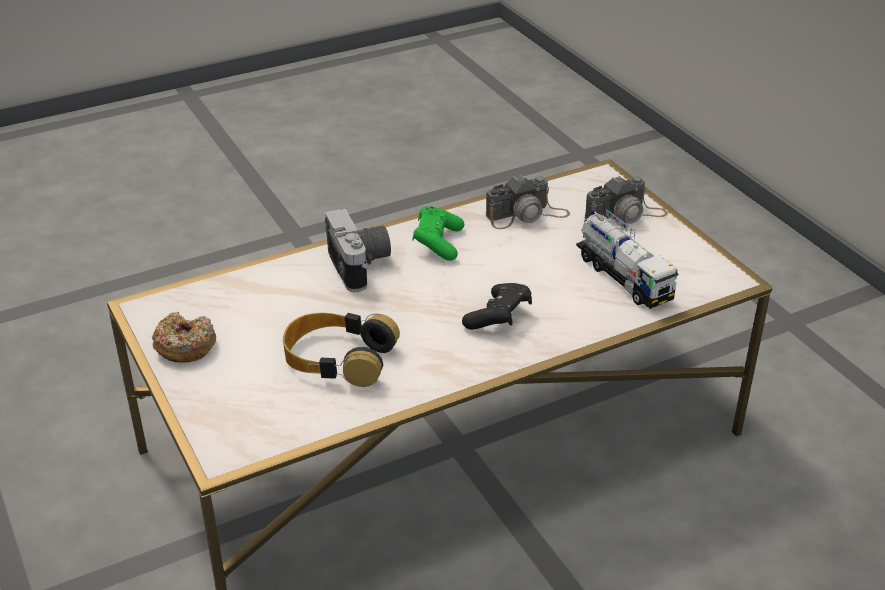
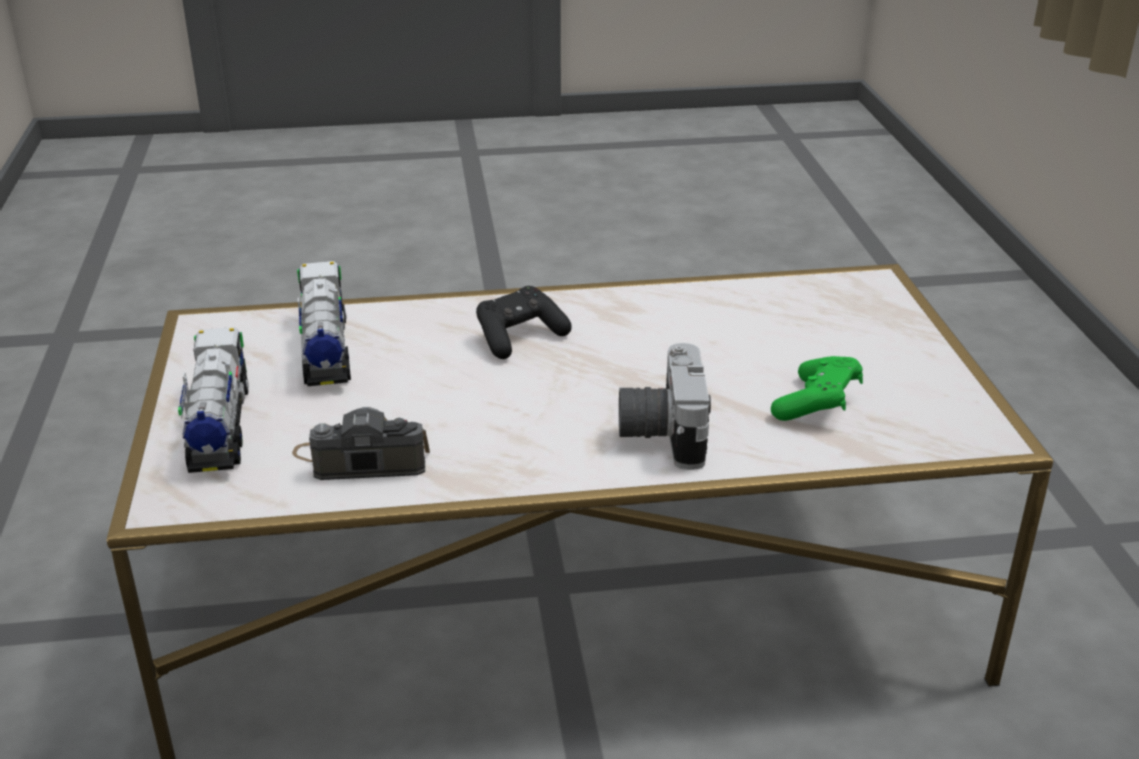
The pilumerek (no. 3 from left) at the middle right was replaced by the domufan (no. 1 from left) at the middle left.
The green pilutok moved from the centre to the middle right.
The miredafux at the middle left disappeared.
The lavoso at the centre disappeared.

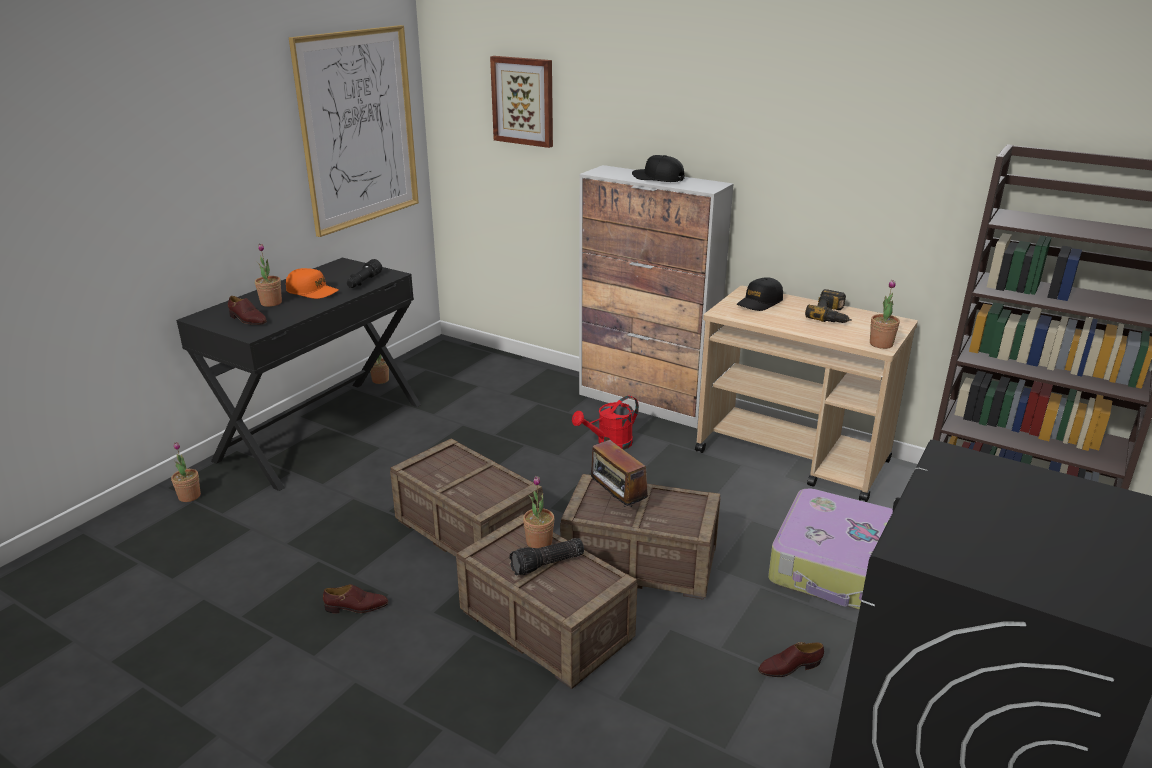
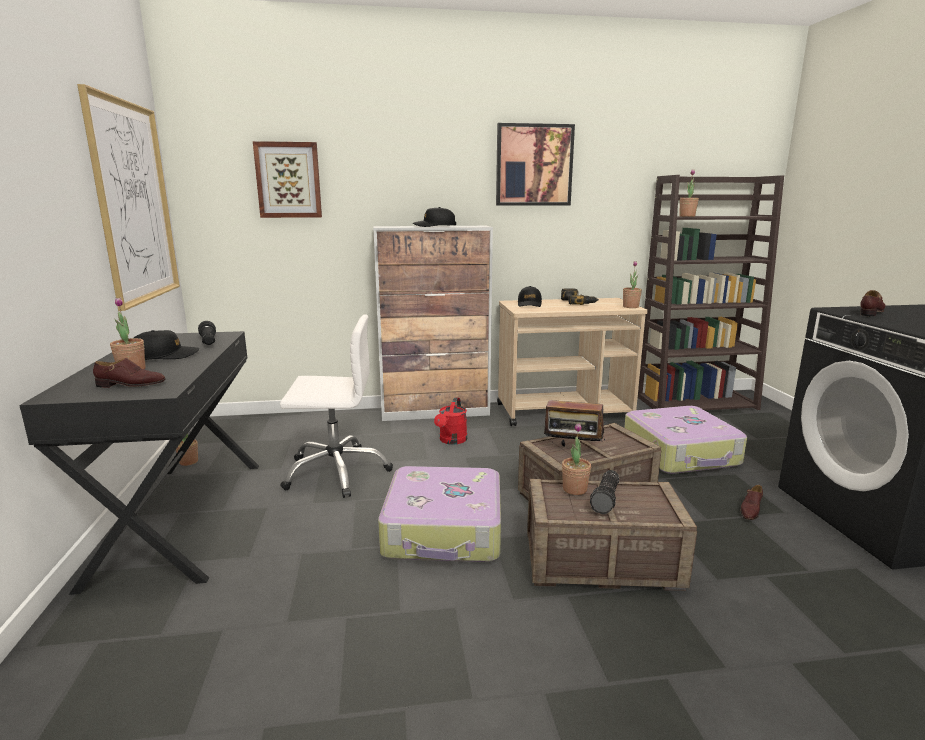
The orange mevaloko at the middle left became the black mevaloko (no. 1 from left) at the middle left.
The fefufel (no. 1 from left) at the centre was replaced by the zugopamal (no. 1 from left) at the bottom centre.
The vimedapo (no. 1 from left in the first image) moved from the middle left to the top right.
The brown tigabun (no. 2 from left in the first image) moved from the bottom left to the middle right.
The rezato (no. 3 from left) at the top centre appeared.
The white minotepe at the centre appeared.

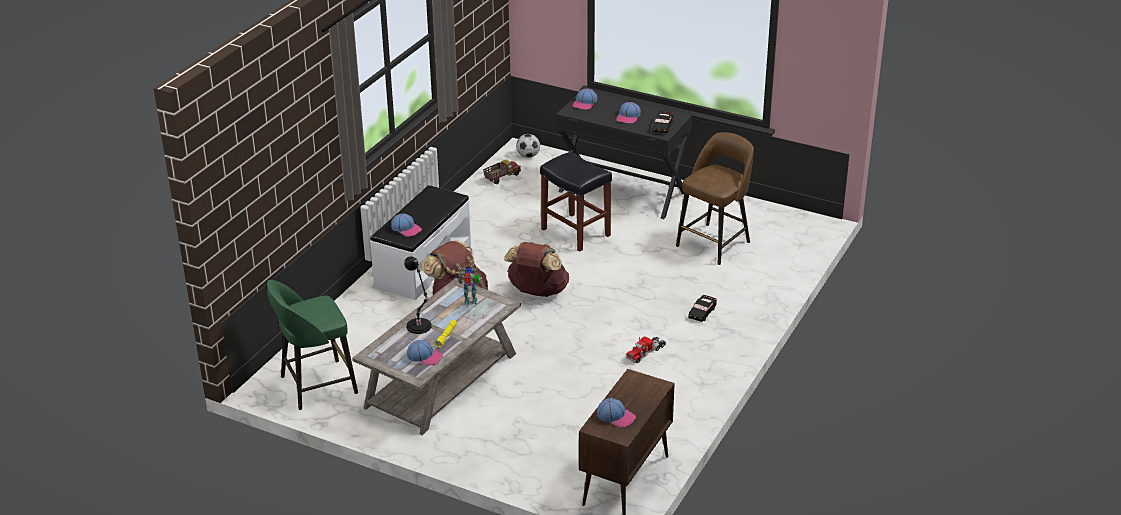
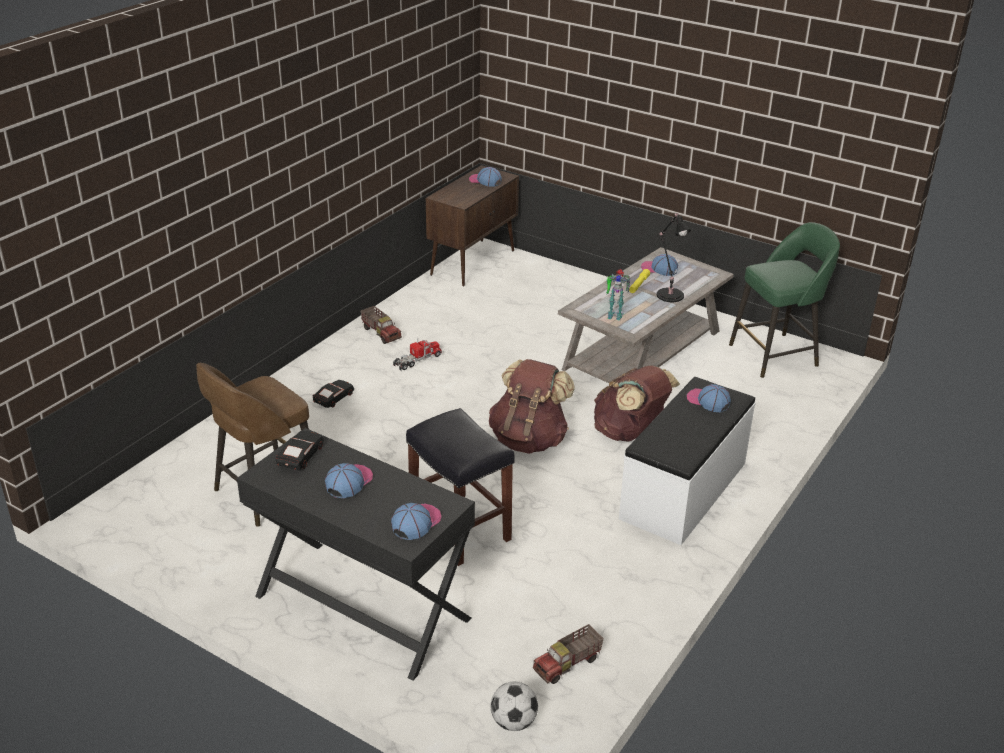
The domufan (no. 1 from left) at the centre appeared.

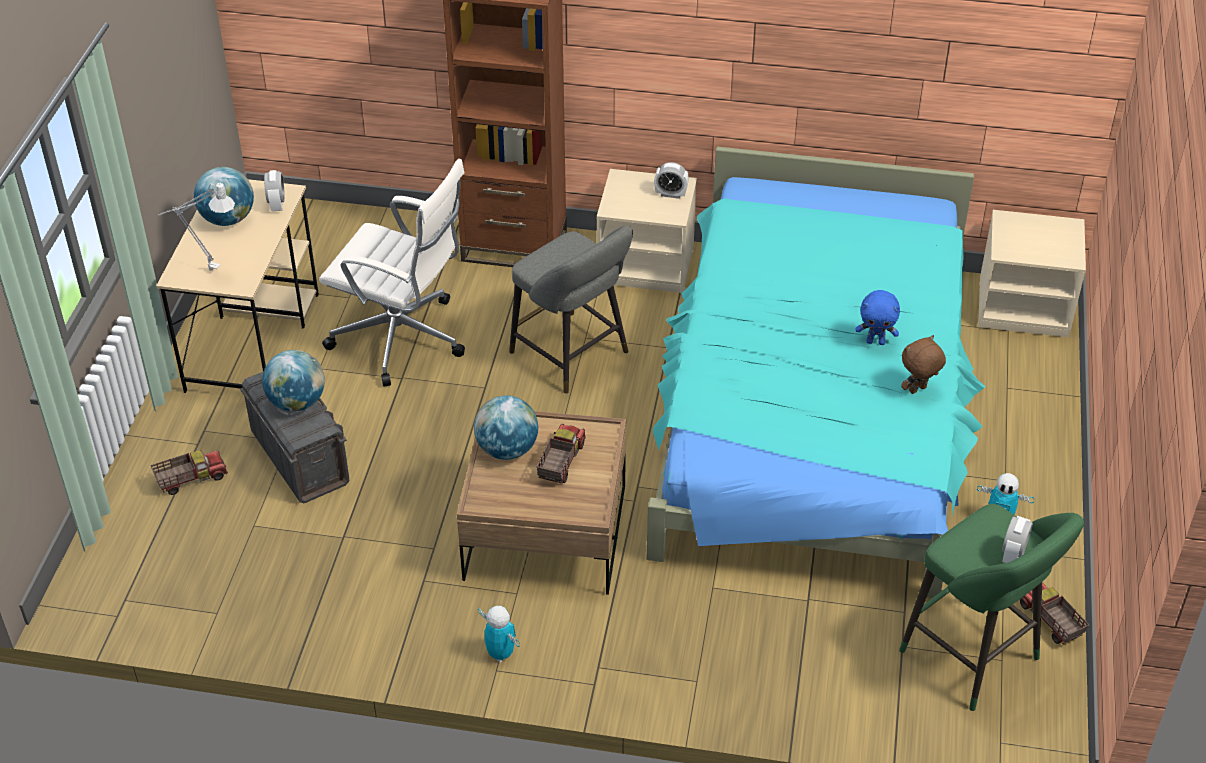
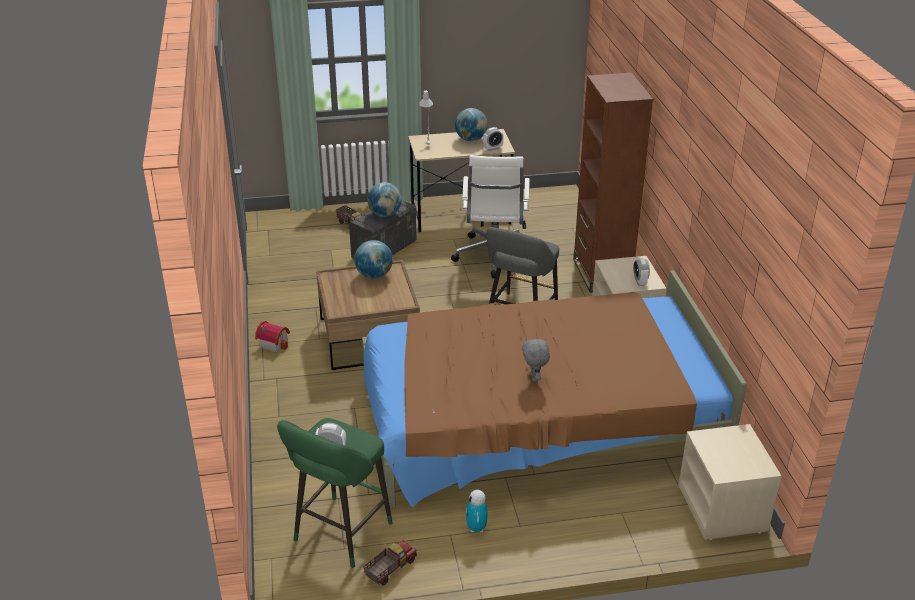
The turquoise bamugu at the middle right became the brown bamugu at the centre.
The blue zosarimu at the middle right became the grey zosarimu at the centre.
The brown zosarimu at the middle right disappeared.
The domufan (no. 2 from left) at the centre disappeared.
The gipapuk (no. 1 from left) at the bottom centre was replaced by the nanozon at the middle left.

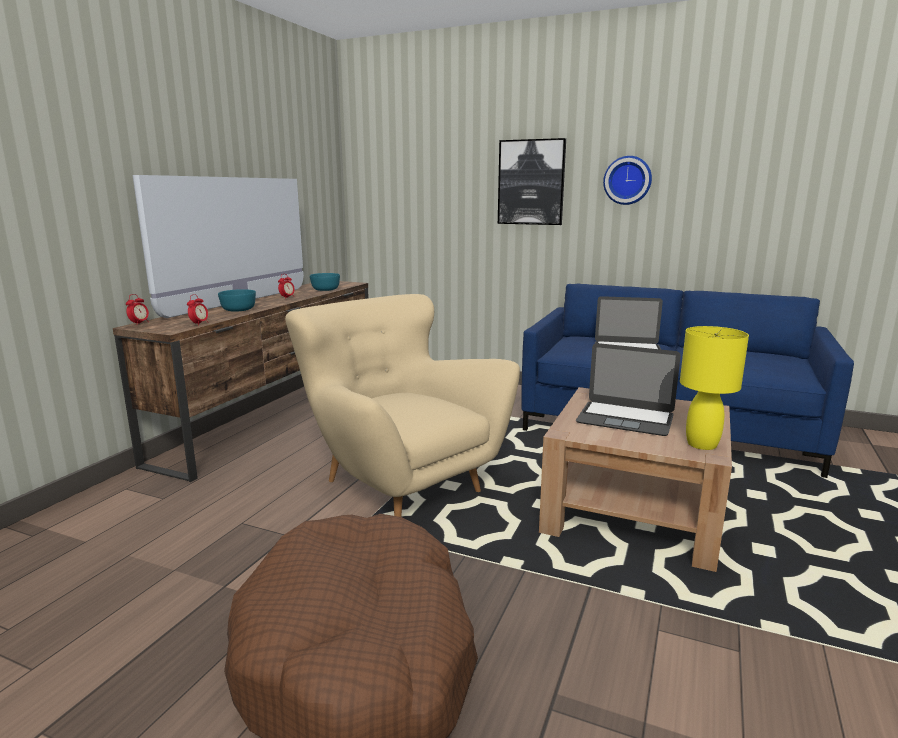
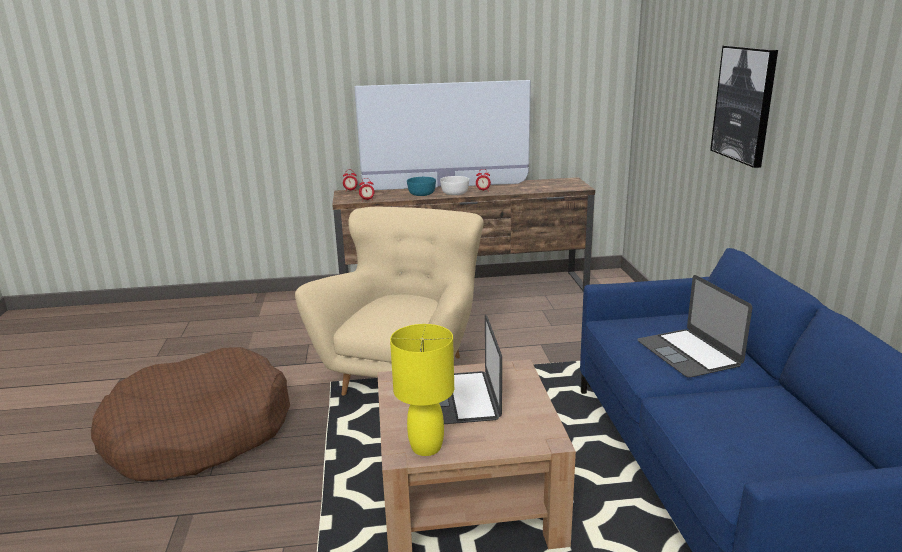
The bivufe at the top right disappeared.
The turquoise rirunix (no. 2 from left) at the centre disappeared.
The white rirunix at the centre appeared.

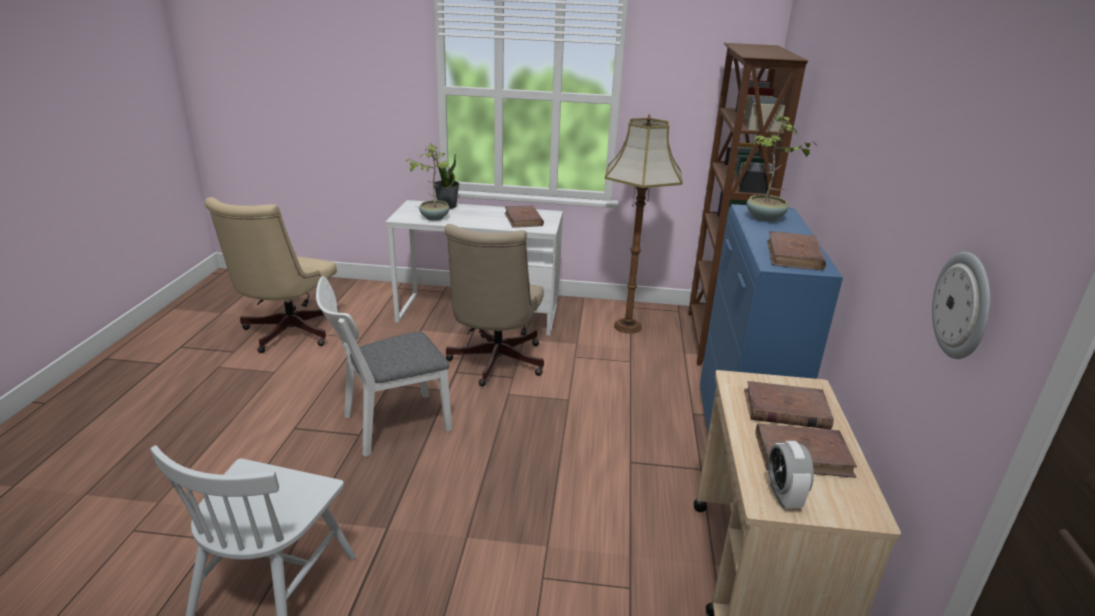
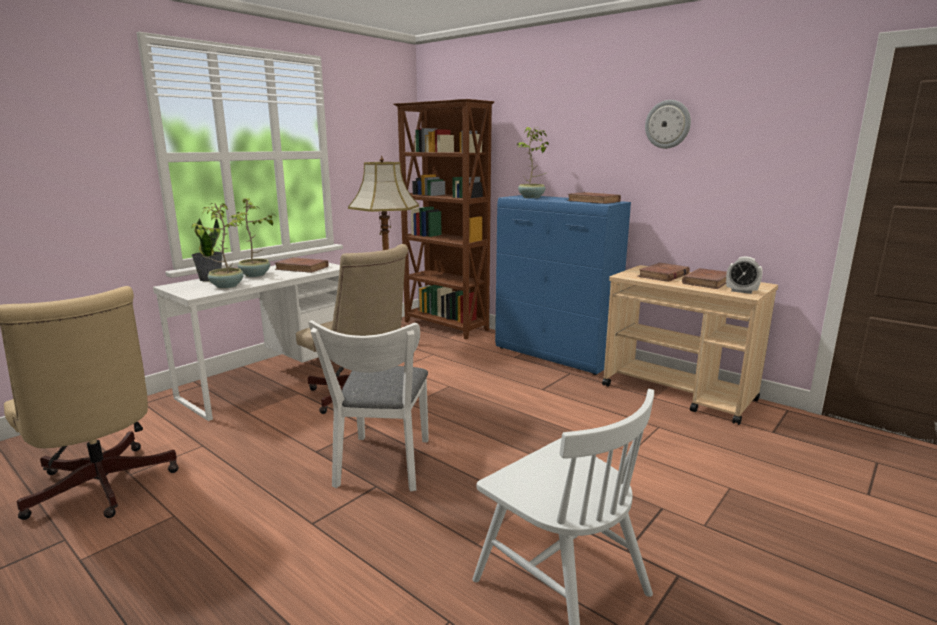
The bivufe moved from the middle right to the top right.
The vimedapo (no. 3 from left) at the middle left appeared.

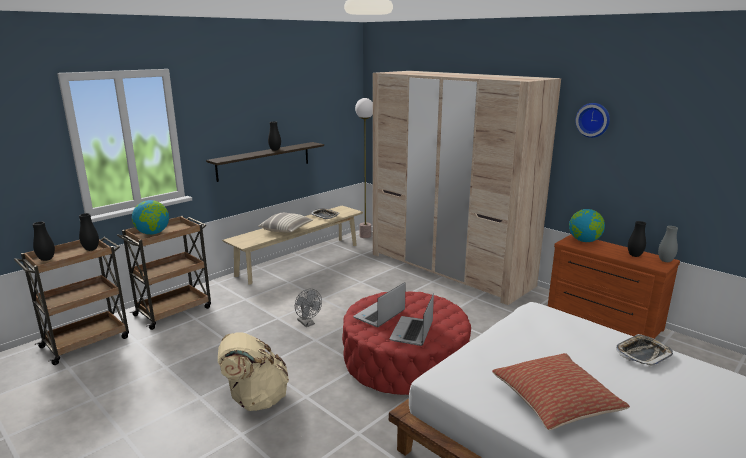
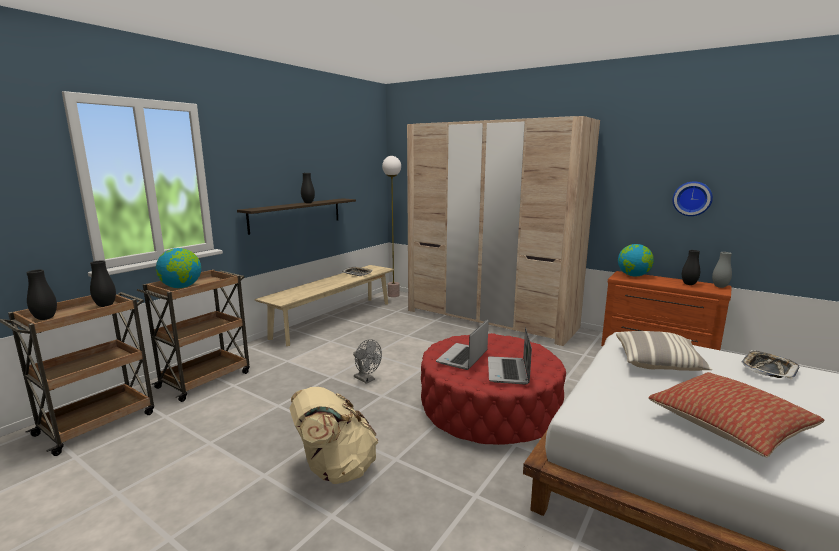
The bivufe moved from the top right to the middle right.
The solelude (no. 1 from left) moved from the centre to the middle right.

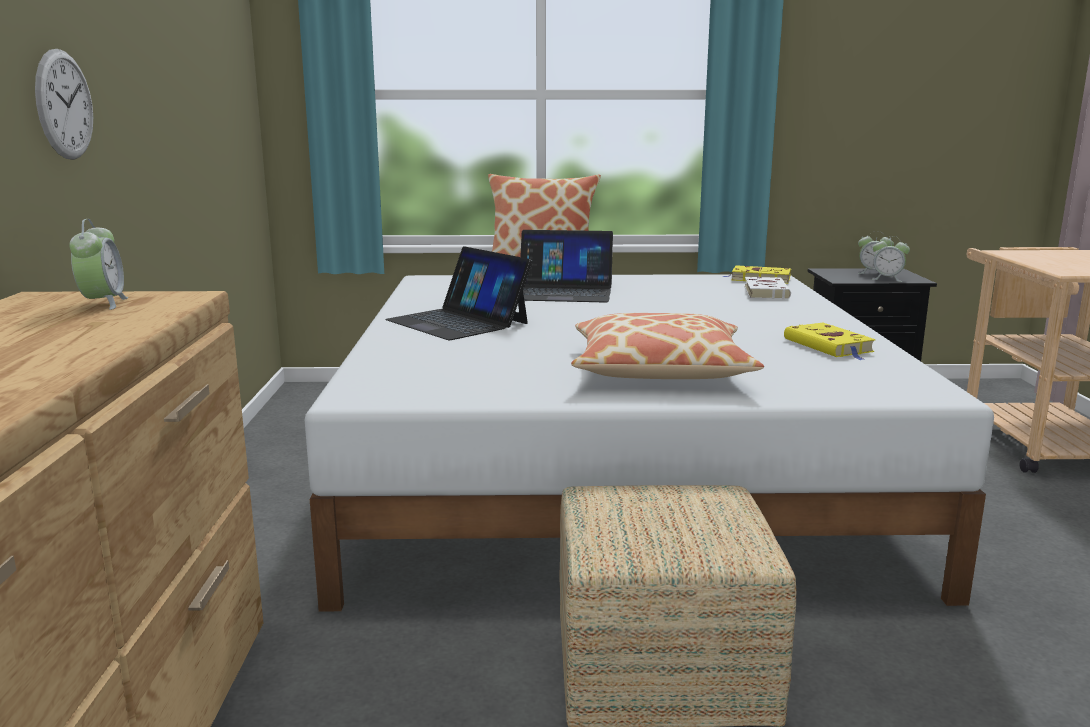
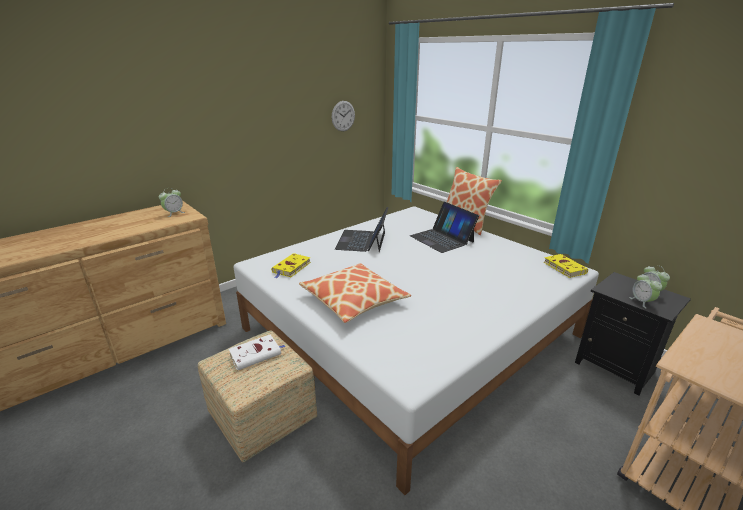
The bivufe moved from the top left to the top centre.
The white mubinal moved from the middle right to the bottom centre.
The yellow mubinal (no. 2 from left in the first image) moved from the middle right to the centre.

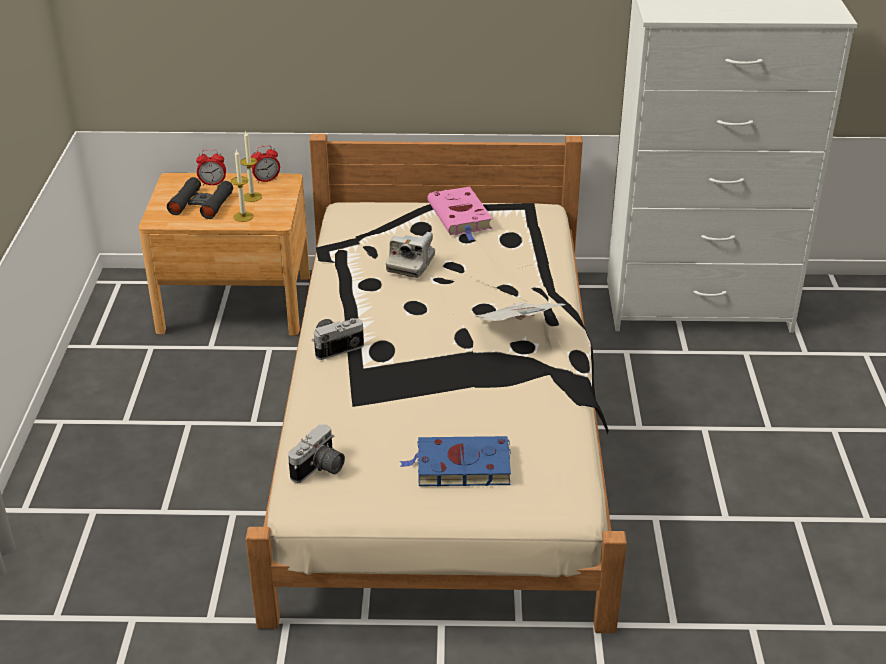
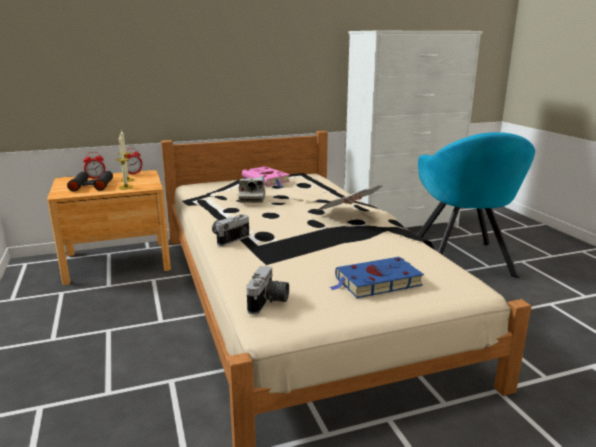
The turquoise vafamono at the middle right appeared.

